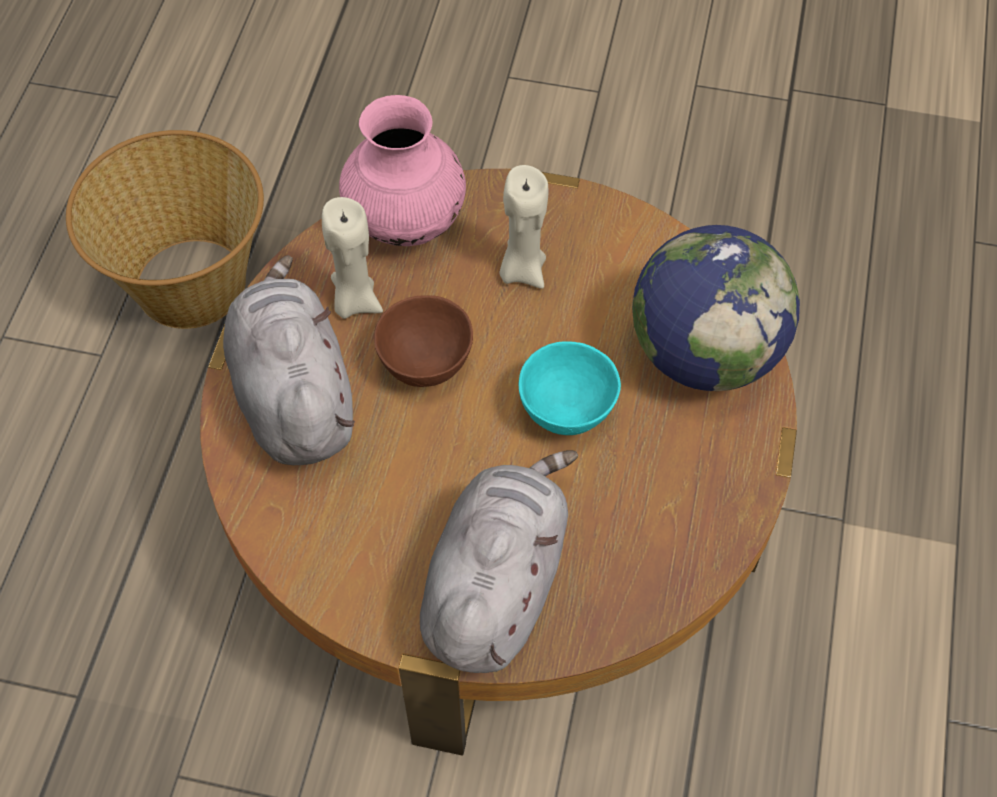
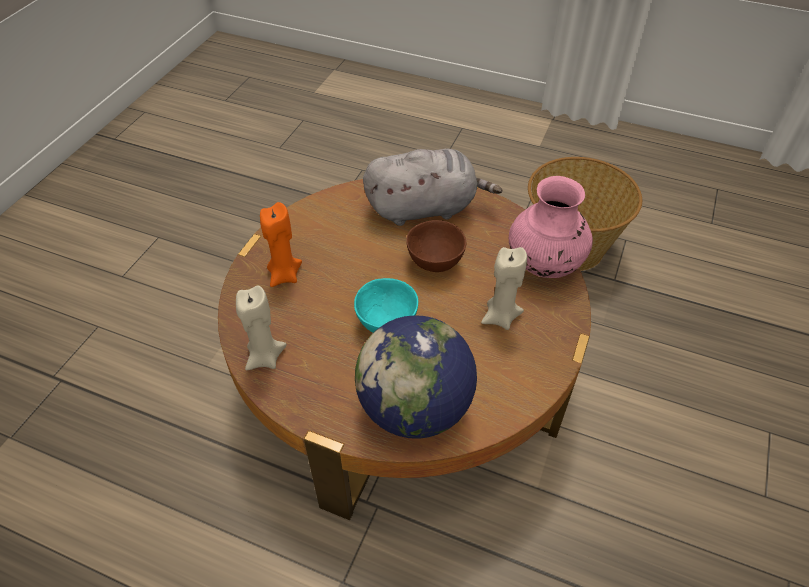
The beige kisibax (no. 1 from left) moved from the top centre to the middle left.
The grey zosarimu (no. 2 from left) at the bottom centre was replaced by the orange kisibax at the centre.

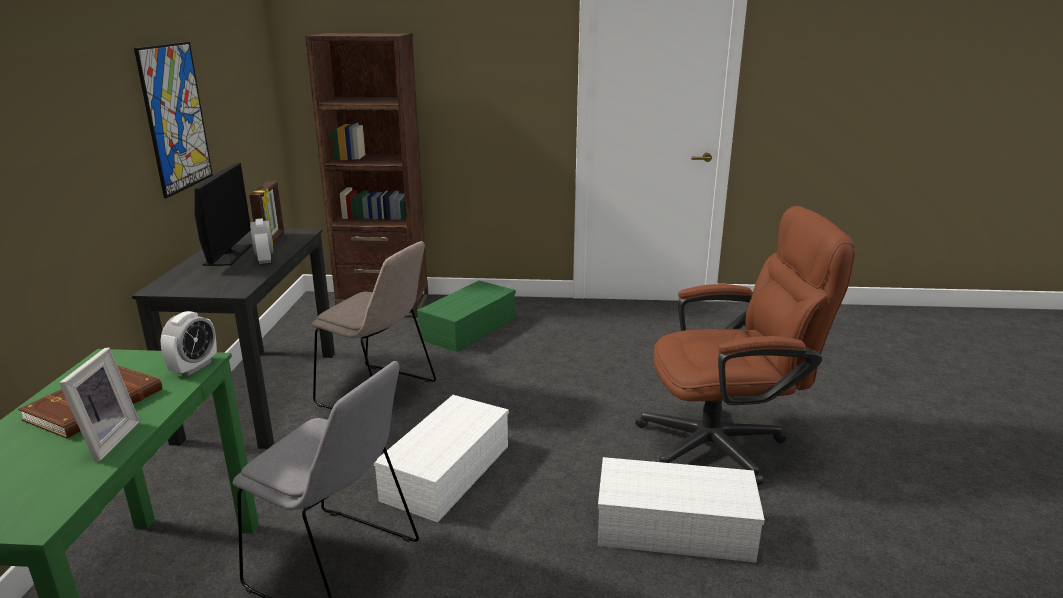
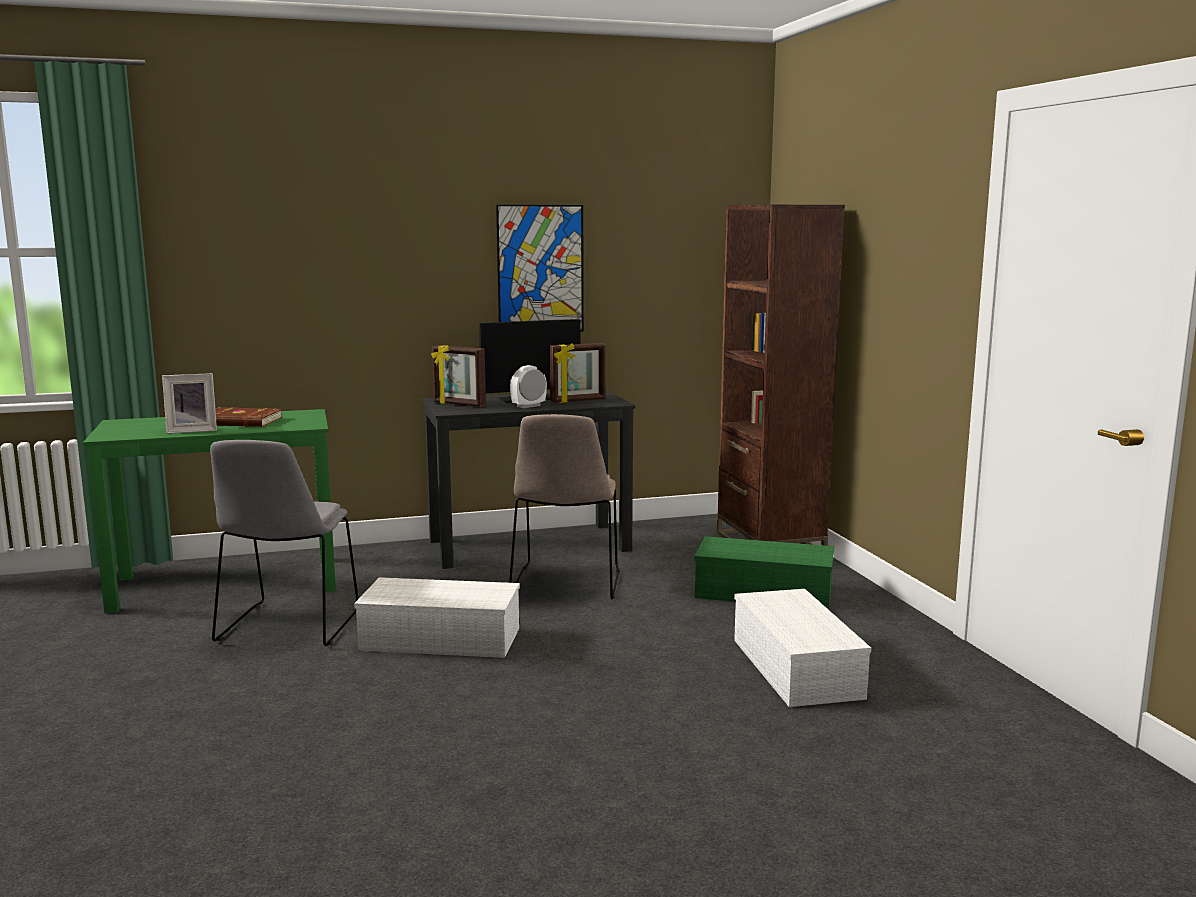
The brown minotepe at the middle right disappeared.
The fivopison (no. 1 from left) at the middle left disappeared.
The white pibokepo (no. 2 from left) moved from the bottom centre to the bottom right.
The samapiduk (no. 2 from left) at the centre appeared.

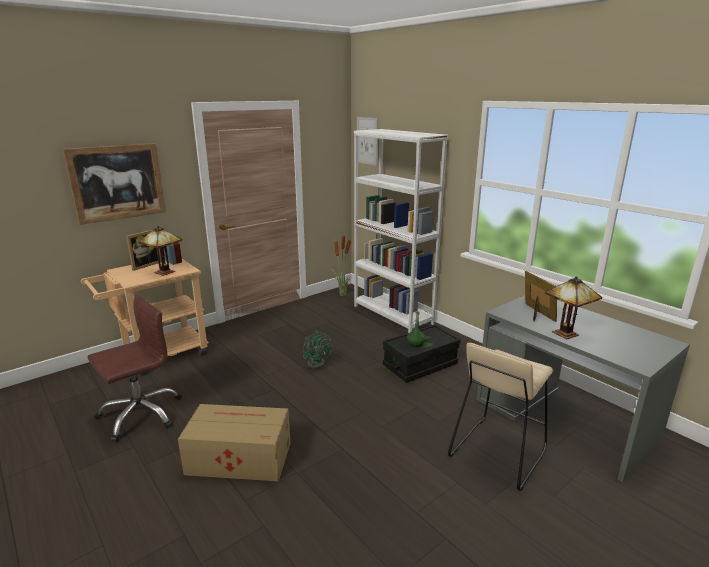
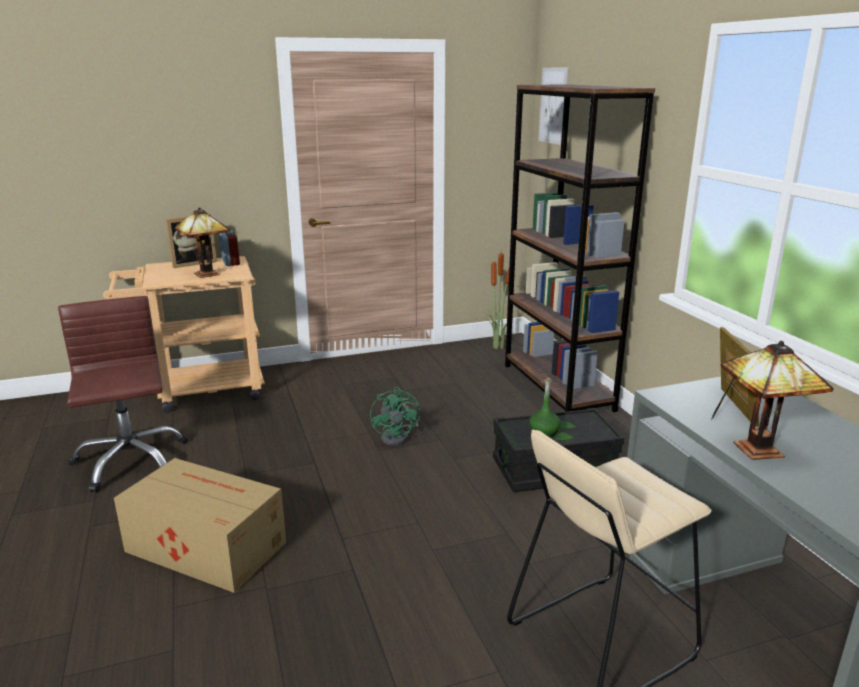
The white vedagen at the centre became the brown vedagen at the middle right.
The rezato (no. 1 from left) at the top left disappeared.
The brown minotepe at the middle left turned 90 degrees counterclockwise.

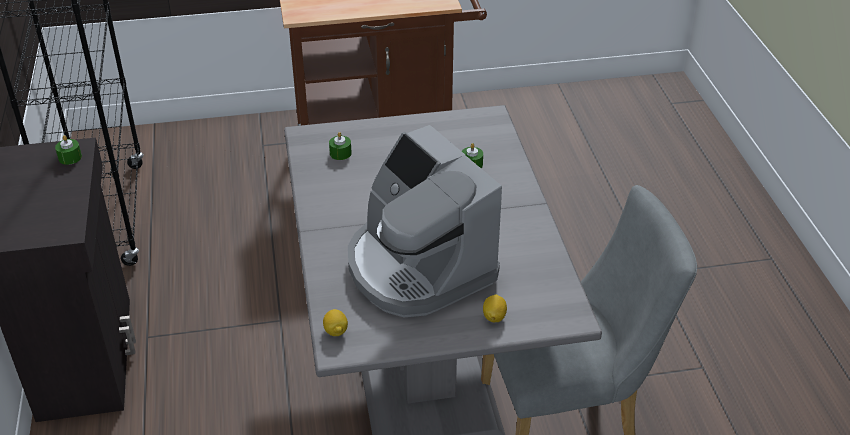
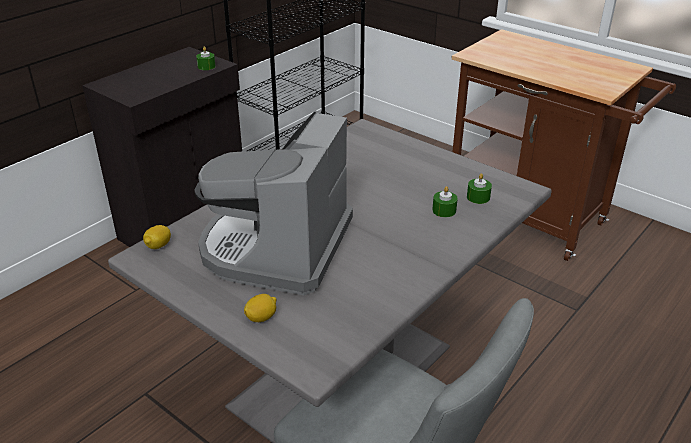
The green kisibax (no. 2 from left in the first image) moved from the centre to the middle right.

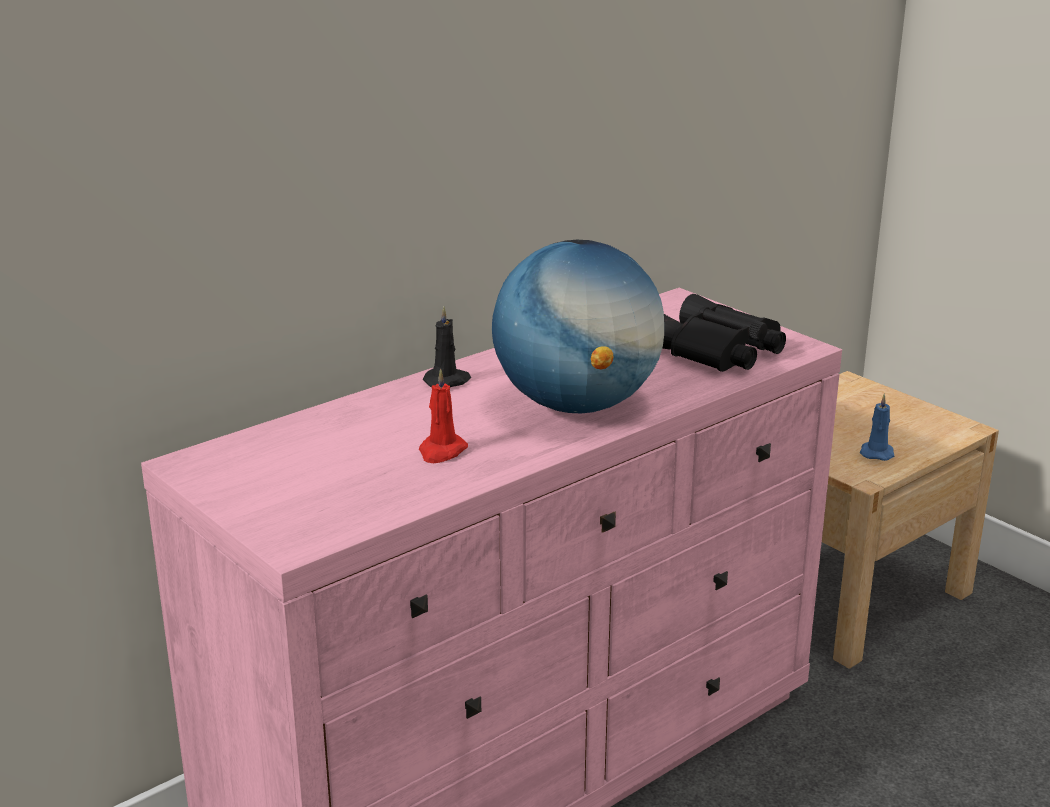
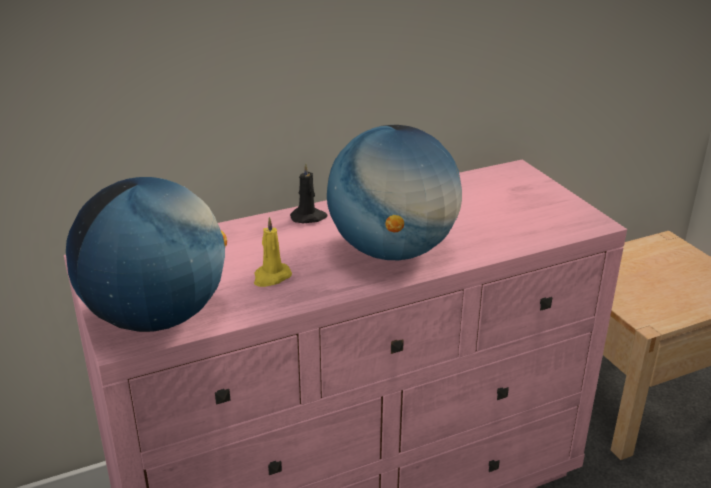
The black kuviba at the middle right disappeared.
The red kisibax at the centre became the yellow kisibax at the centre.
The blue kisibax at the middle right disappeared.
The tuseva (no. 1 from left) at the middle left appeared.

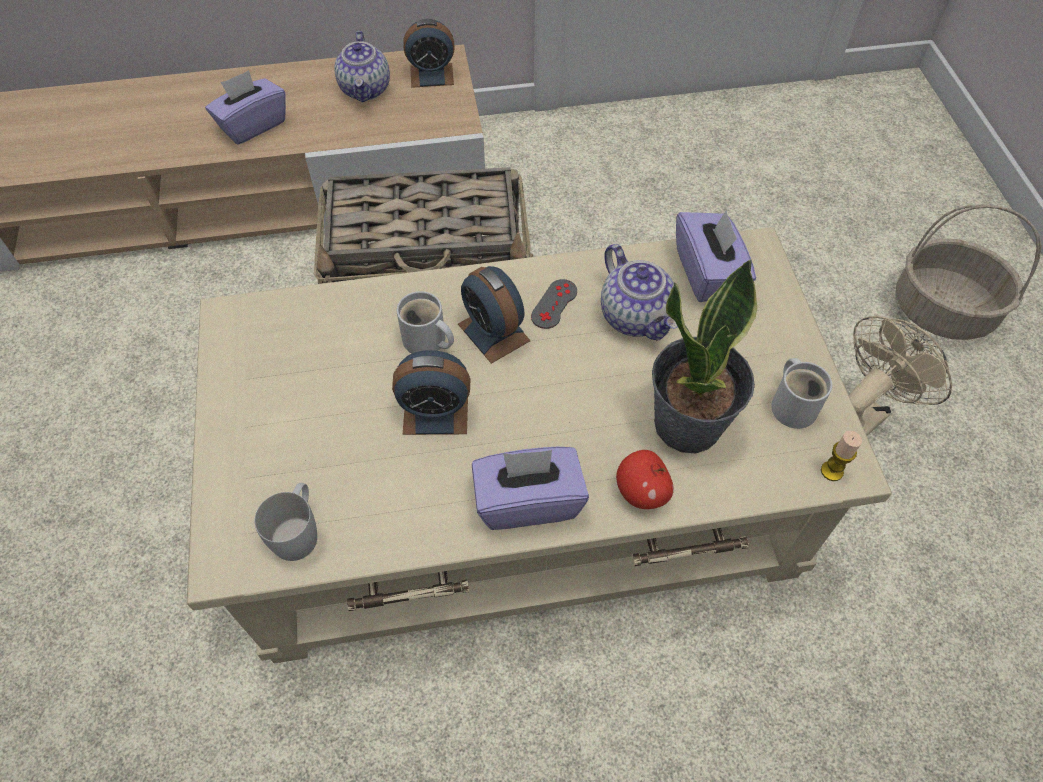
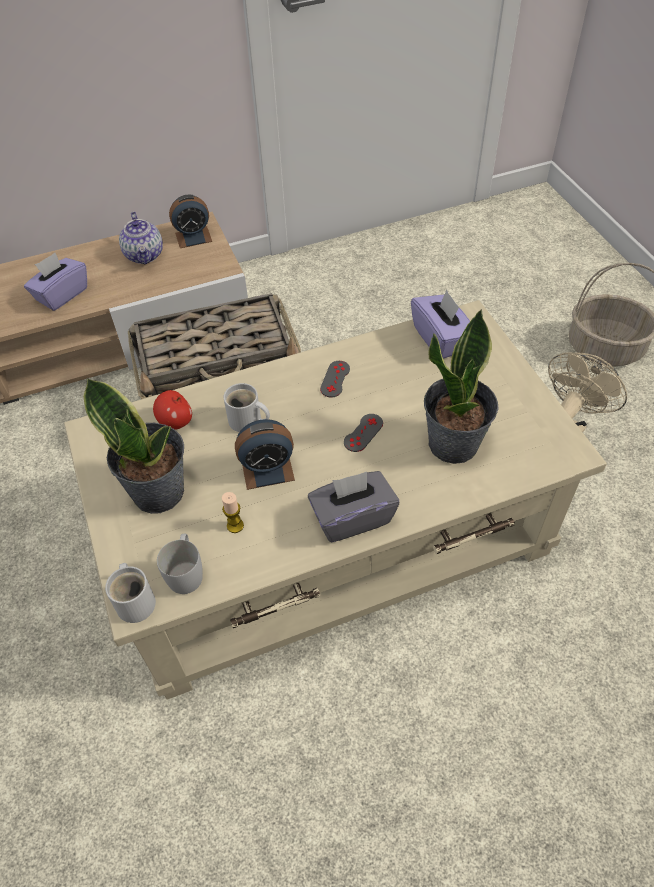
The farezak (no. 2 from left) at the centre disappeared.
The fivopison (no. 3 from left) at the centre disappeared.
The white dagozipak (no. 3 from left in the first image) moved from the middle right to the bottom left.
The kisibax moved from the middle right to the centre.
The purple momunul (no. 2 from left) at the centre became the grey momunul at the centre.
The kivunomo moved from the centre to the middle left.
The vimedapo (no. 1 from left) at the middle left appeared.
The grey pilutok (no. 2 from left) at the centre appeared.

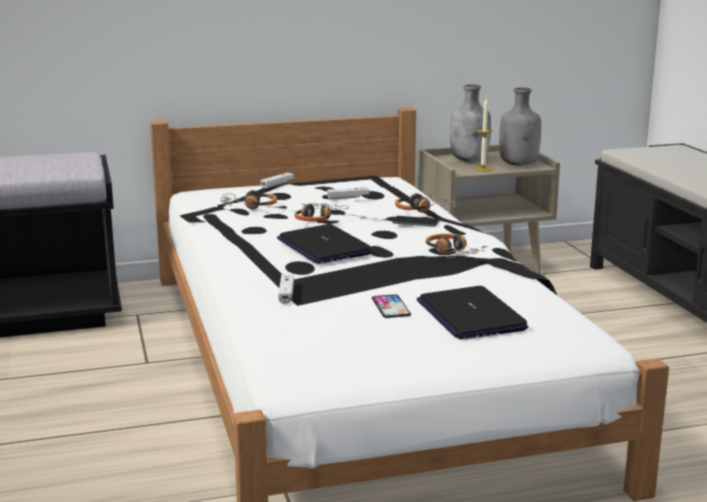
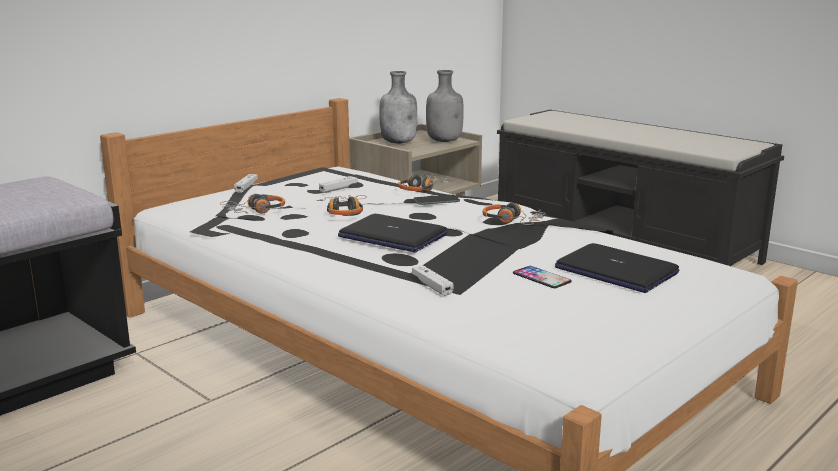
The kisibax at the top right disappeared.

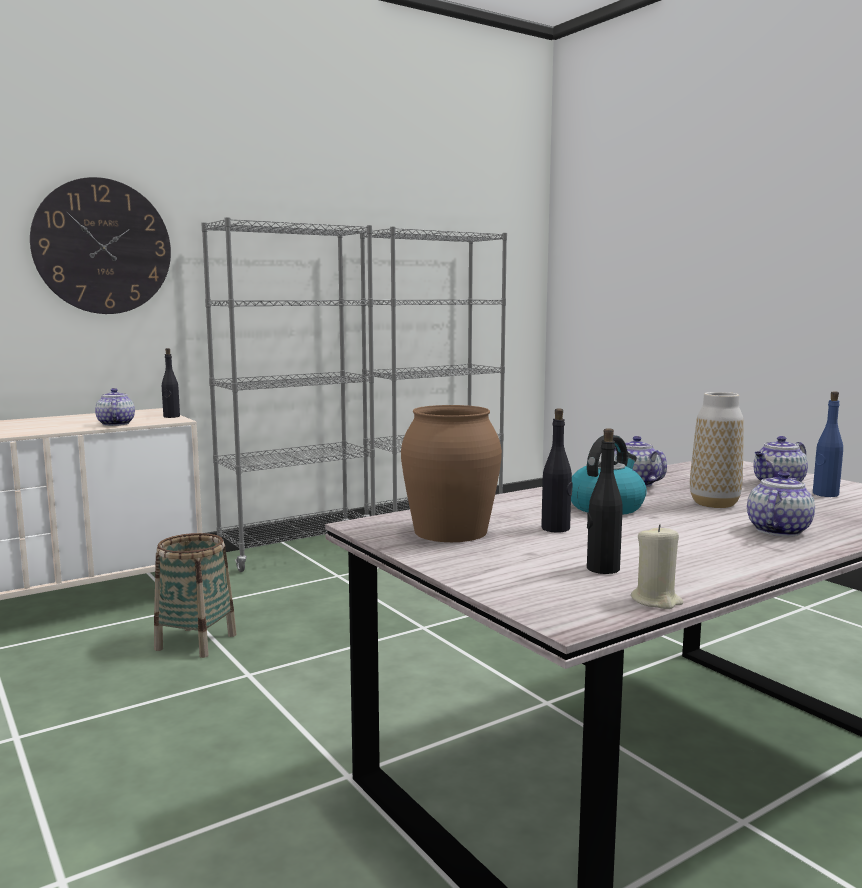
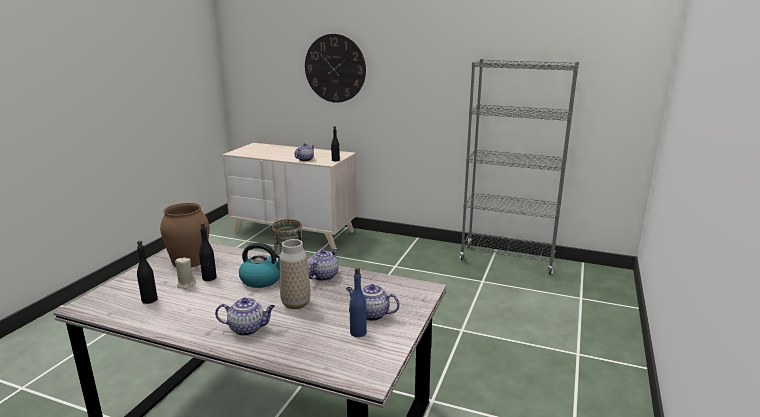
The grey vedagen (no. 1 from left) at the centre disappeared.
The beige kisibax moved from the middle right to the middle left.

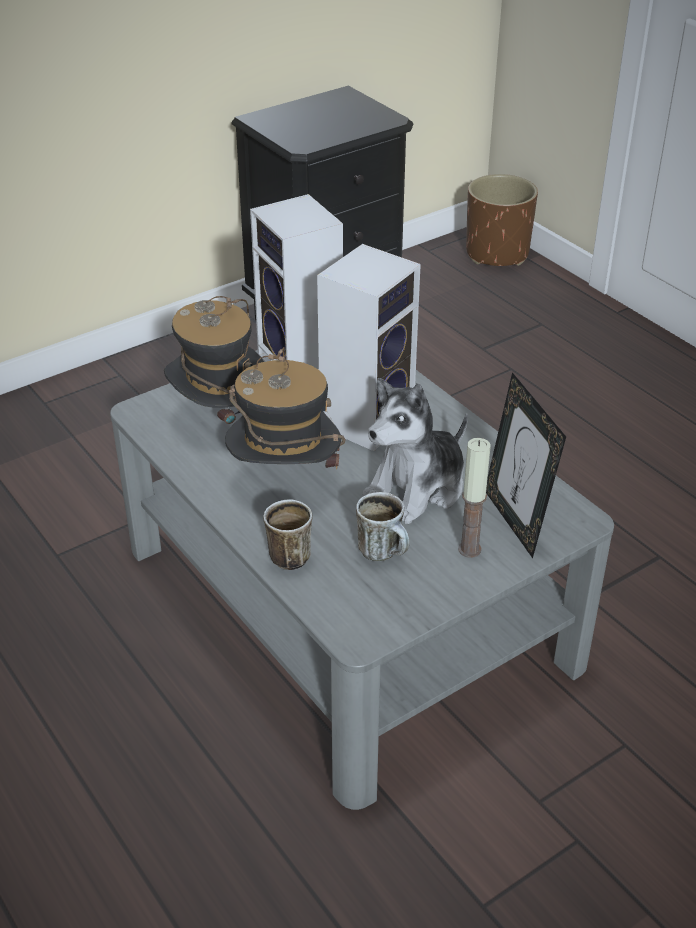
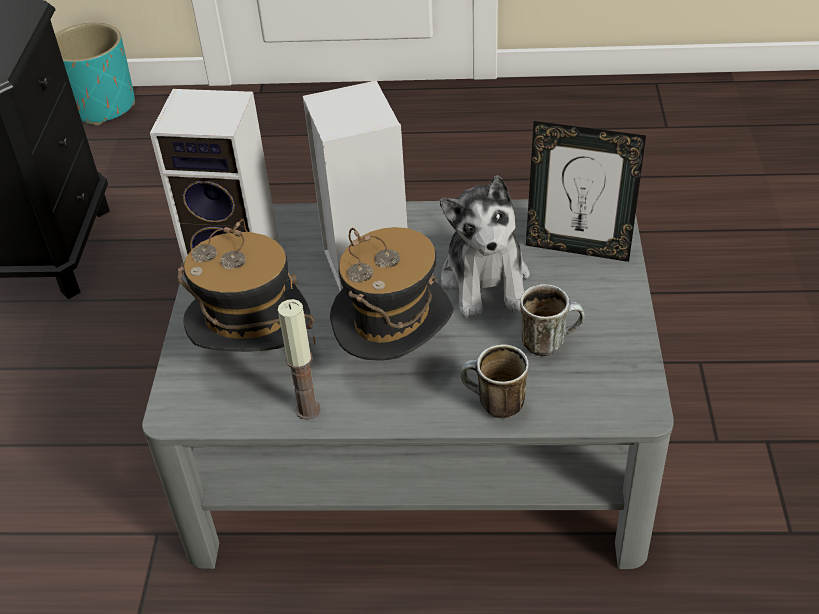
The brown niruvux at the top right became the turquoise niruvux at the top left.
The kisibax moved from the middle right to the centre.

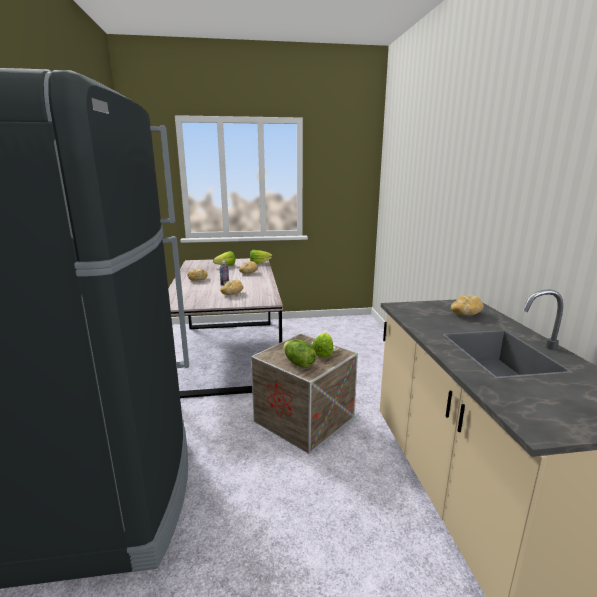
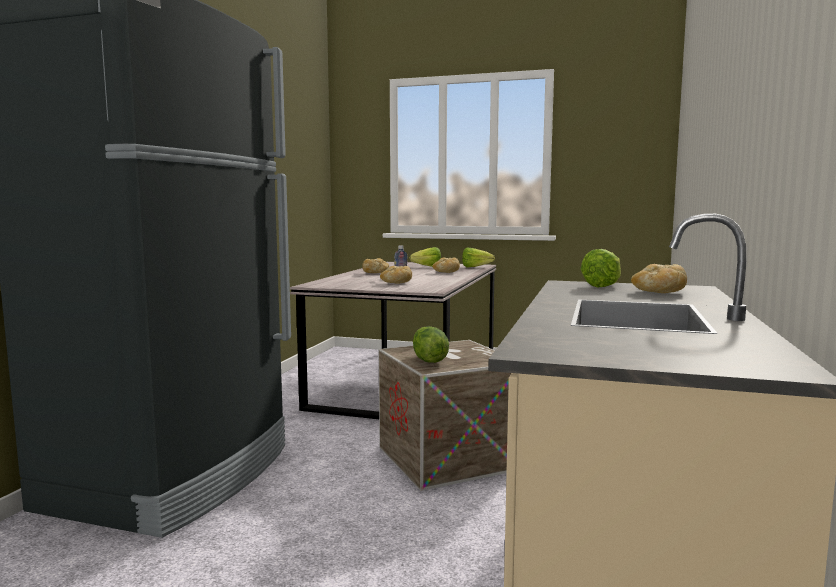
The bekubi (no. 4 from left) moved from the centre to the middle right.

